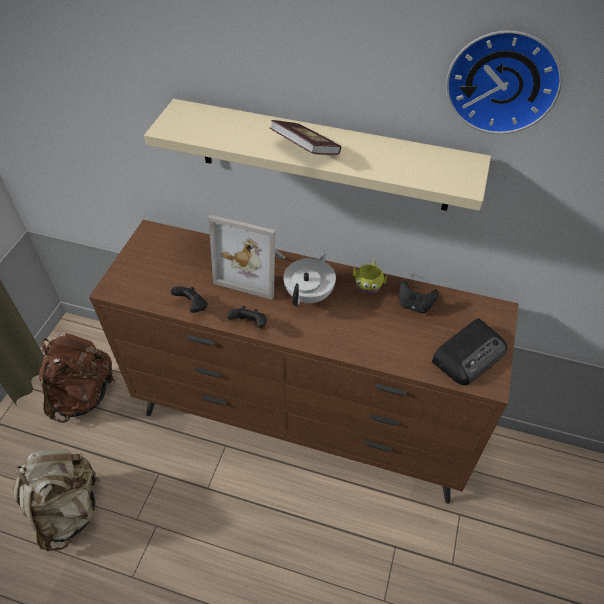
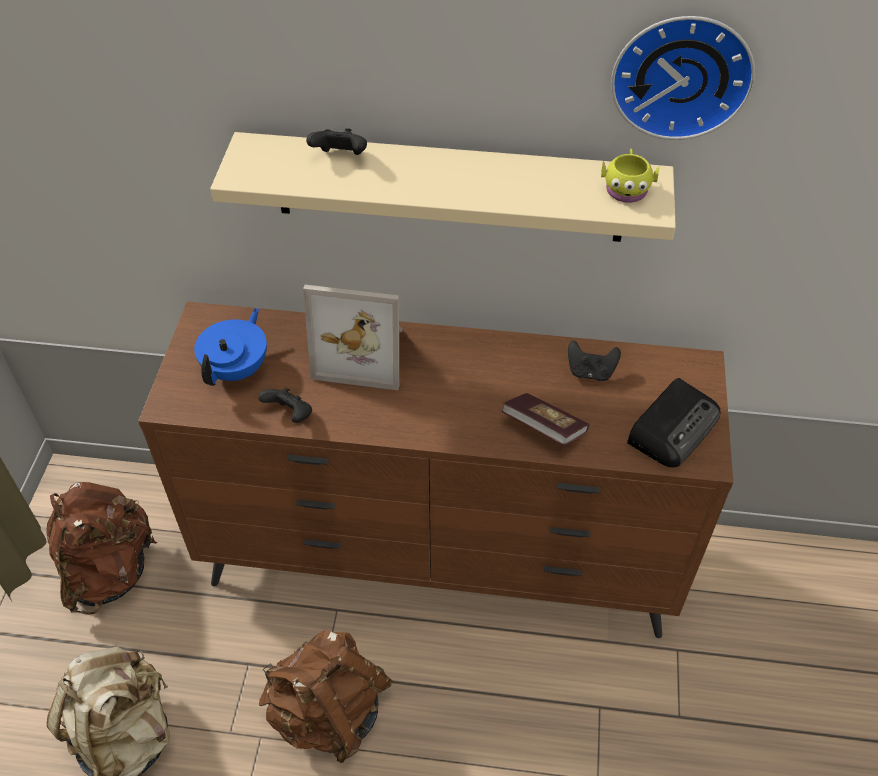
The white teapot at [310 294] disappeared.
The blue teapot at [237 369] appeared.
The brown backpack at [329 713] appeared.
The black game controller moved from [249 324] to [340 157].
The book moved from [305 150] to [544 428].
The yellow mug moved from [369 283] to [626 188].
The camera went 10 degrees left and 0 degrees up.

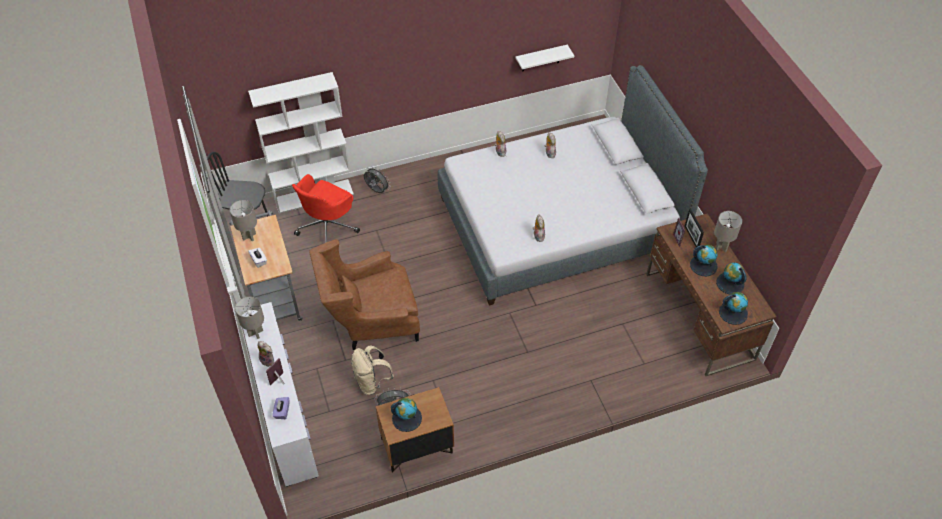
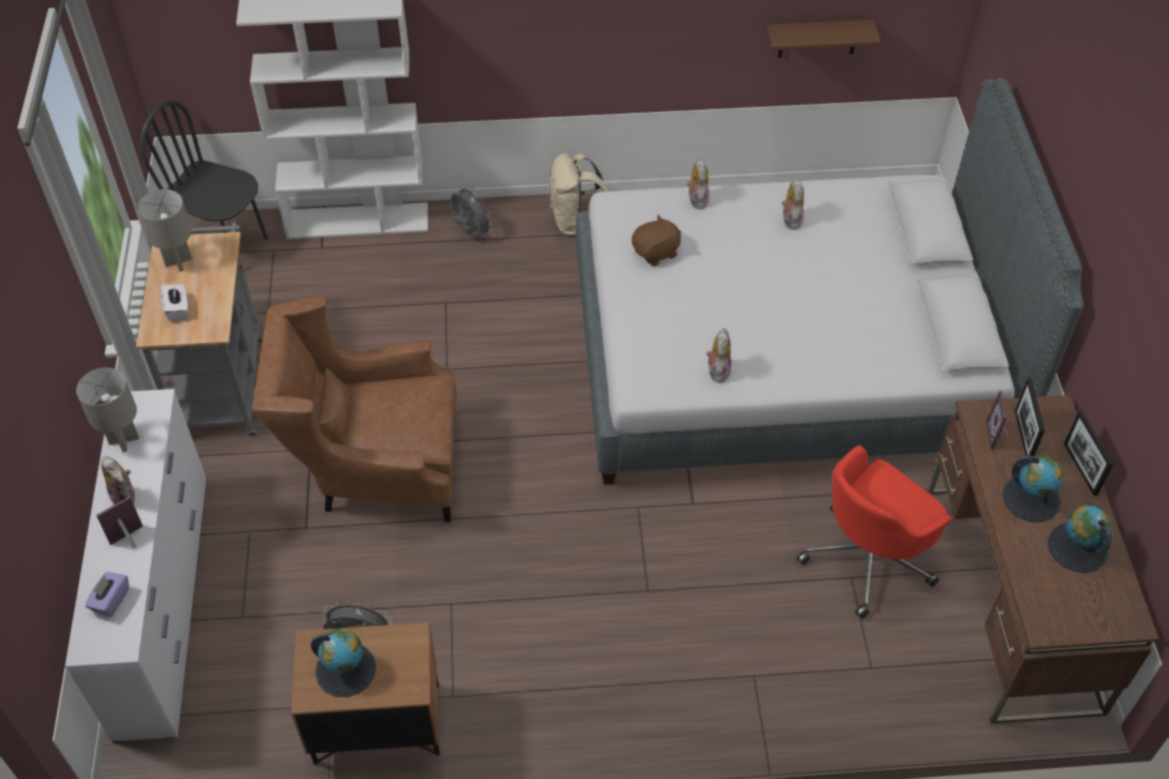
The globe at [733 313] disappeared.
The brown plush toy at [656 252] appeared.
The red office chair moved from [328 227] to [868 558].
The beige backpack moved from [372 382] to [576 221].
The grey table lamp at [721 247] was replaced by the picture frame at [1080 469].
The white shelf at [541 58] became the brown shelf at [817 38].
The camera went 15 degrees right and 0 degrees up.

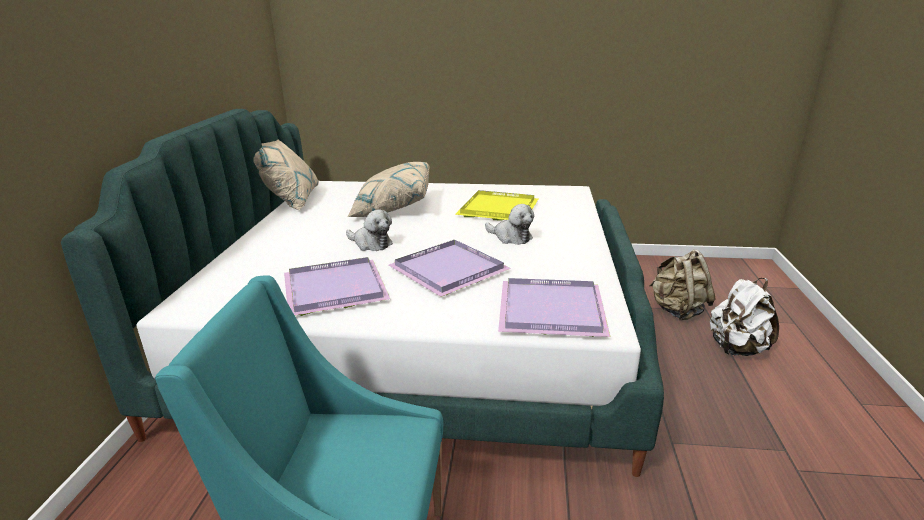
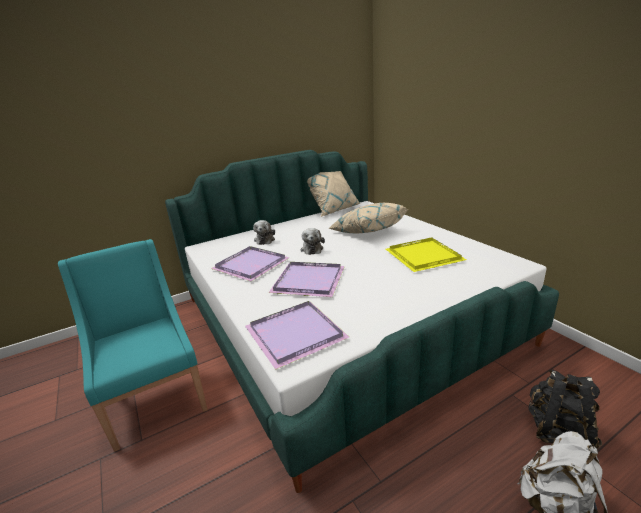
The plush toy moved from [511 237] to [265 239].
The beige backpack at [677 310] became the black backpack at [558 430].
The camera went 55 degrees right and 0 degrees up.

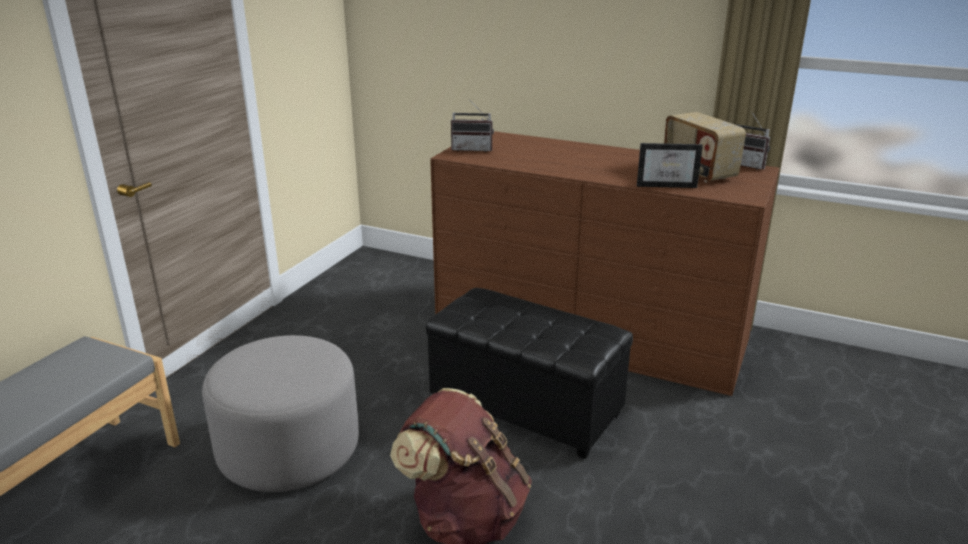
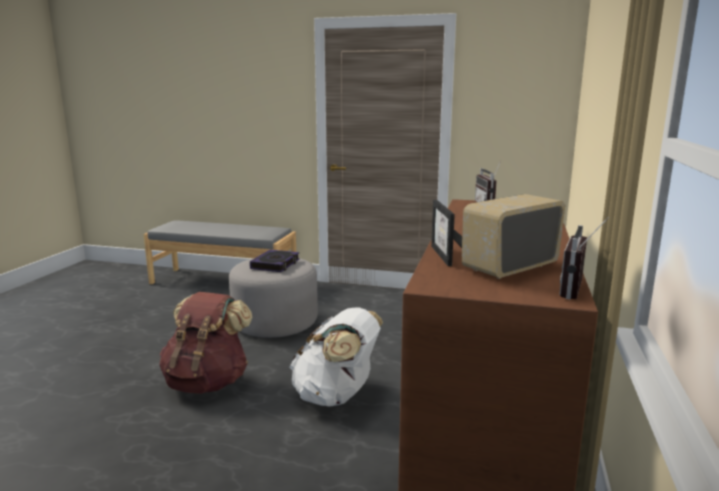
The book at [275 264] appeared.
The black ottoman at [526 408] was replaced by the white backpack at [336 396].
The camera went 80 degrees right and 10 degrees down.

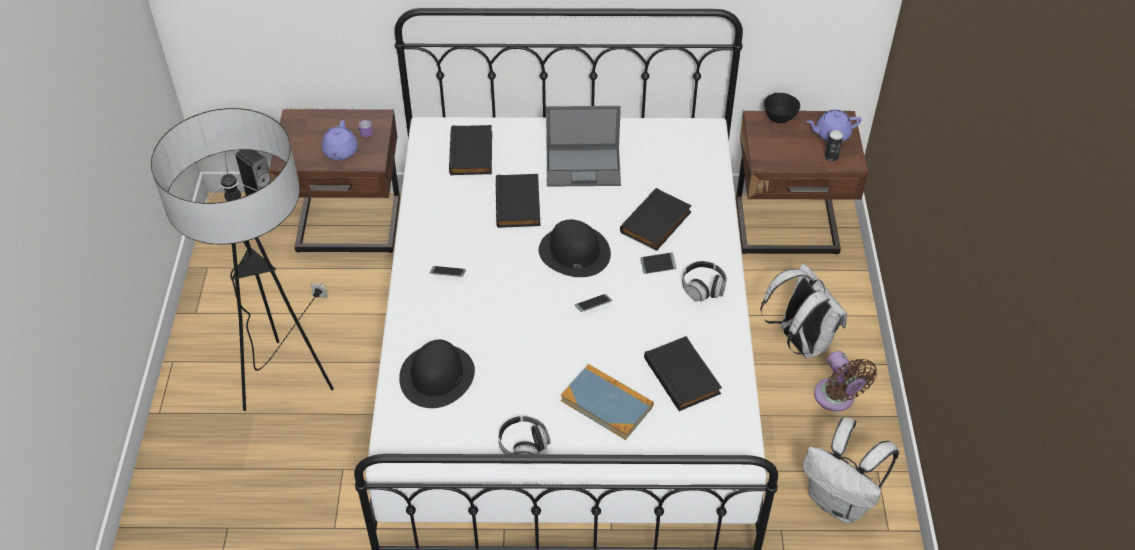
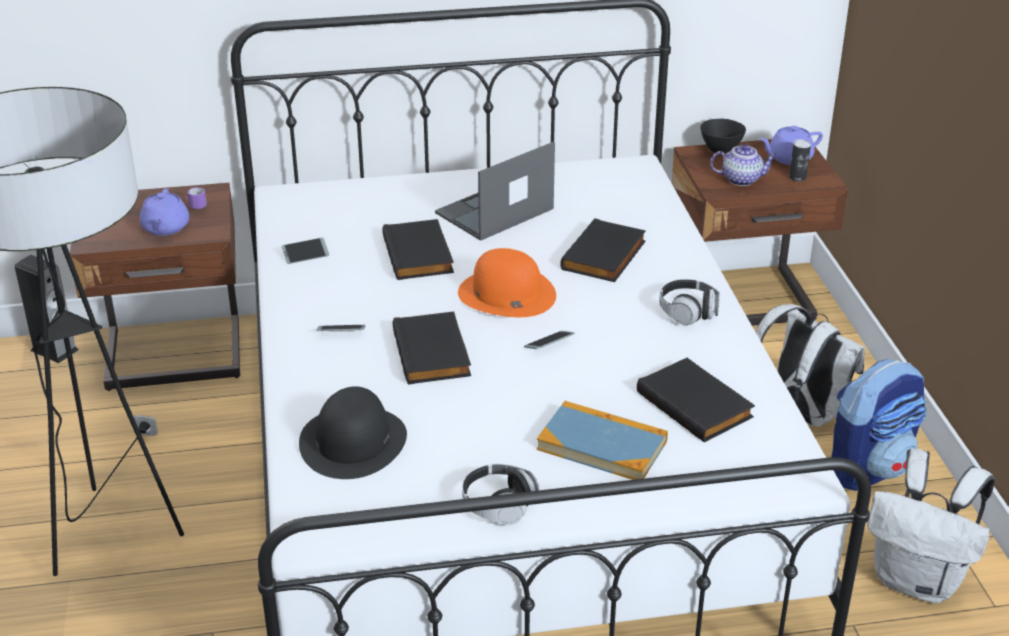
The teapot at [742 179] appeared.
The black book moved from [473 153] to [434 353].
The phone moved from [658 265] to [305 255].
The brown fan at [836 399] was replaced by the backpack at [869 468].
The black hat at [574 252] became the orange hat at [506 294].
The laptop at [584 166] turned 150 degrees clockwise.
The camera went 10 degrees left and 15 degrees down.

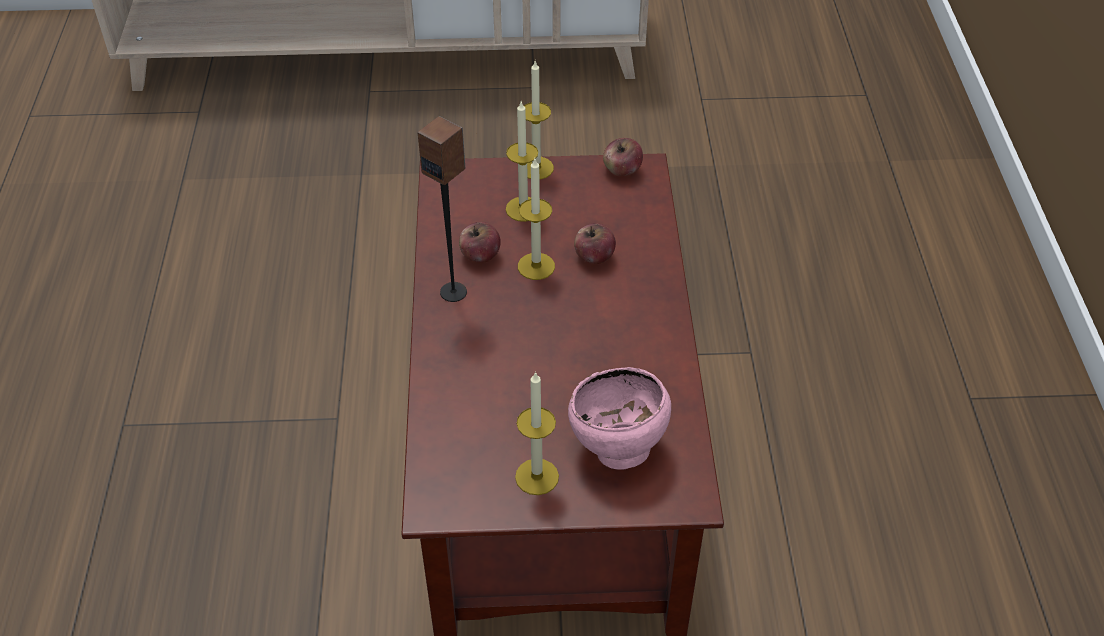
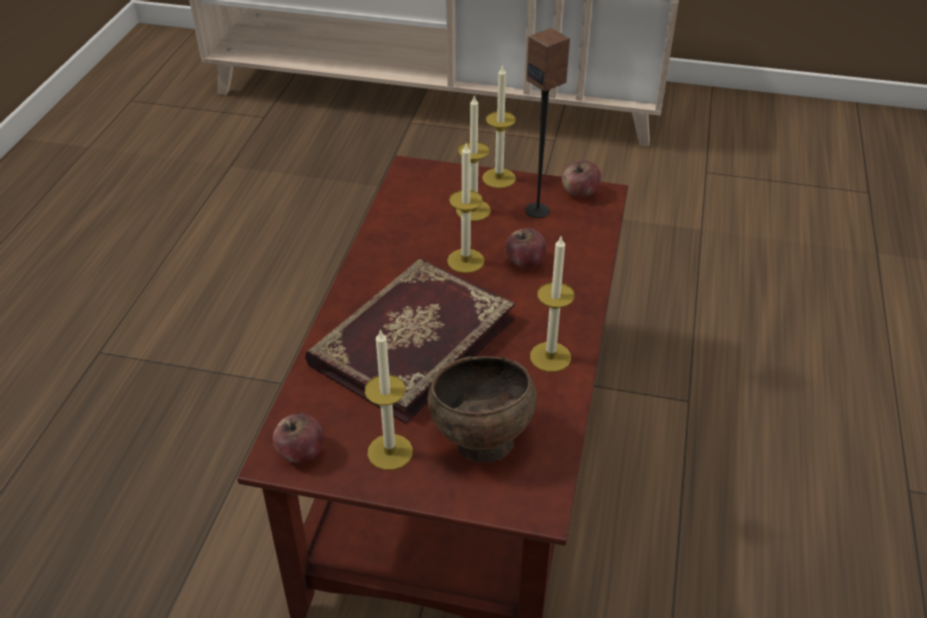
The book at [410 340] appeared.
The candle at [550 357] appeared.
The speaker moved from [454 292] to [538 210].
The apple moved from [480 255] to [300 452].
The pink bowl at [616 449] became the brown bowl at [480 443].
The camera went 15 degrees right and 5 degrees down.

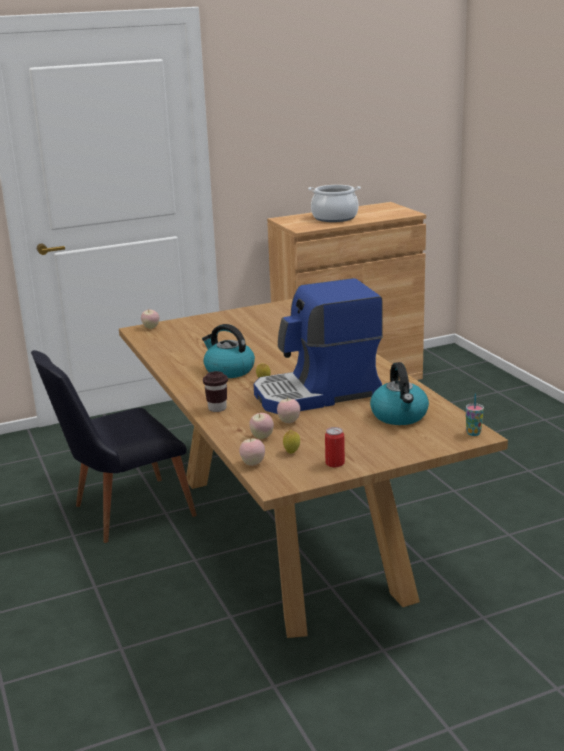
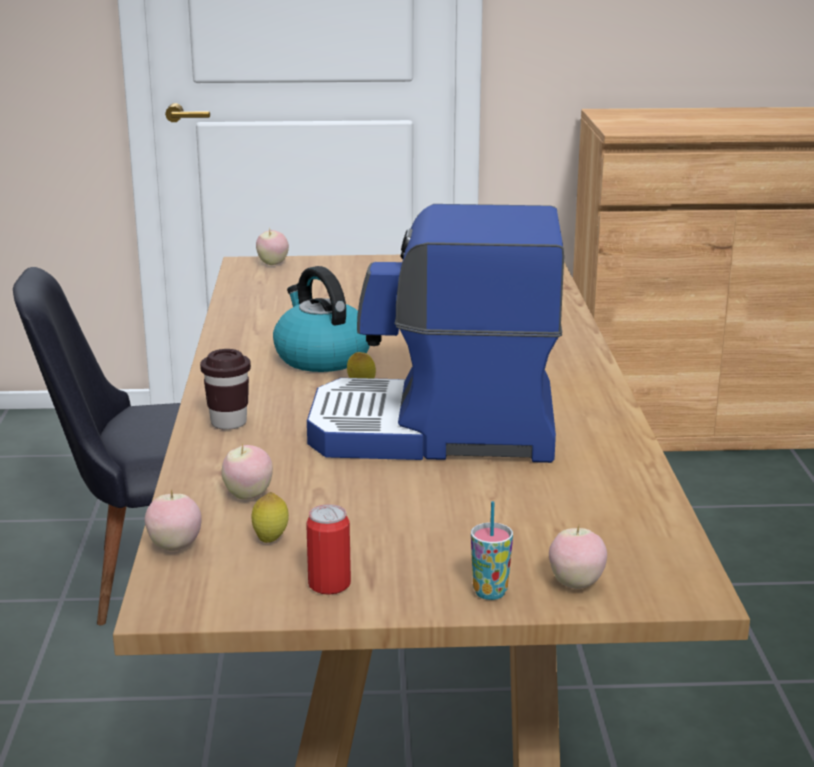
The cooking pot at [334 218] disappeared.
The kettle at [400 416] disappeared.
The apple moved from [289 422] to [576 584].
The cup moved from [473 433] to [490 592].
The camera went 20 degrees right and 0 degrees up.

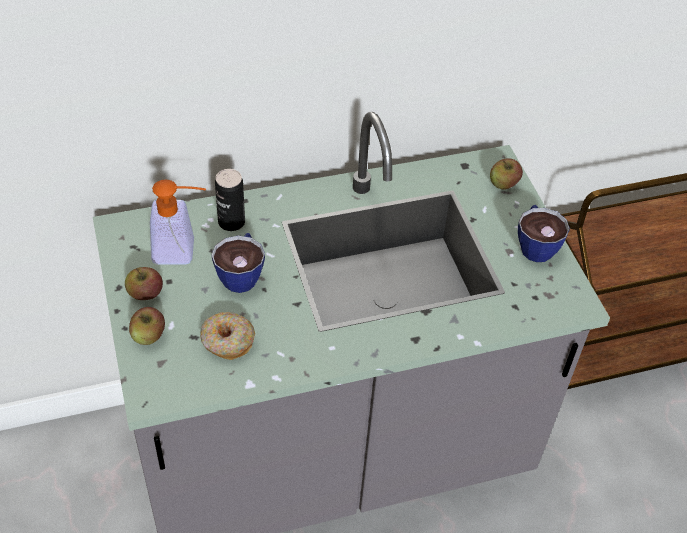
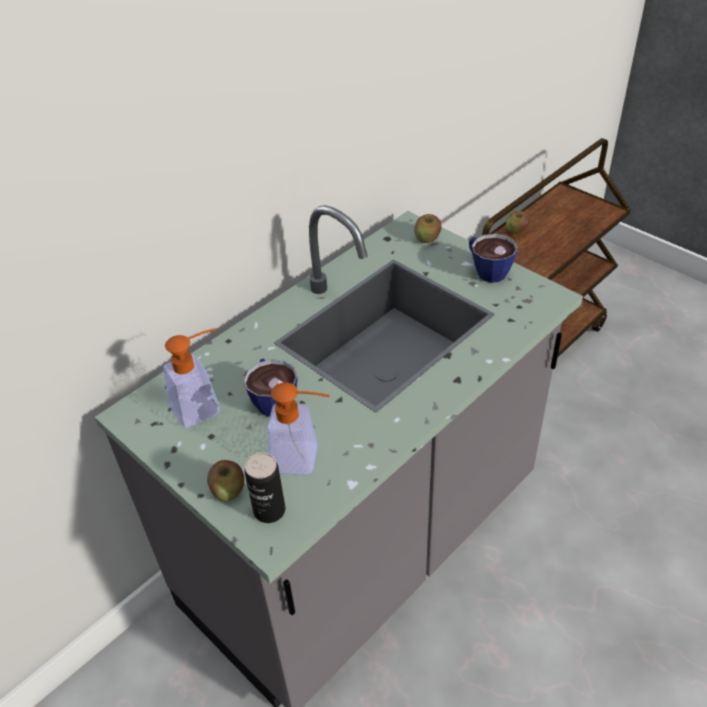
The apple moved from [145 294] to [516 230].
The can moved from [231 222] to [269 510].
The donut at [227 341] was replaced by the soap dispenser at [304 459].
The camera went 25 degrees left and 5 degrees down.

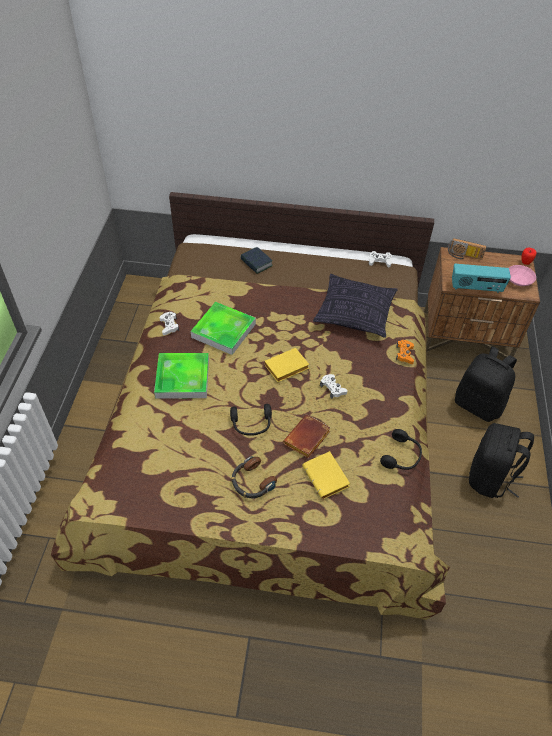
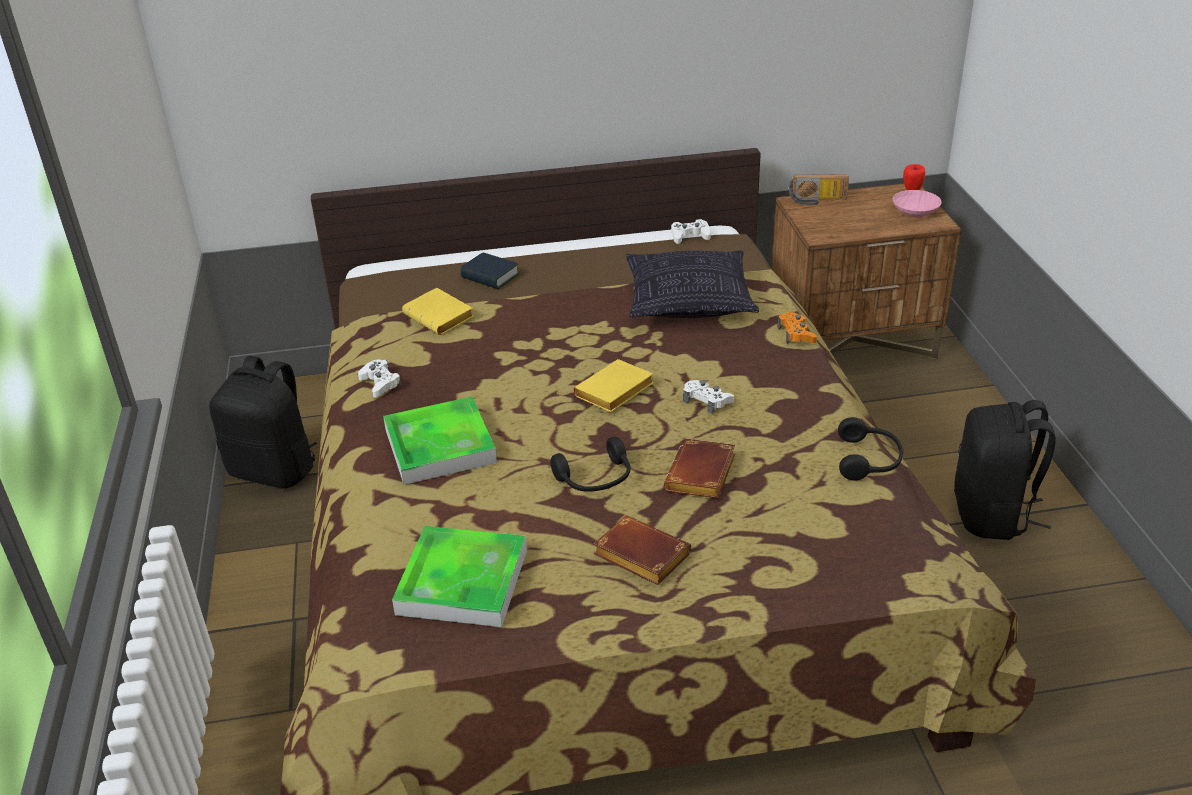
The radio at [476 288] disappeared.
The tray moved from [223 330] to [462 582].
The yellow book moved from [327 478] to [441 317].
The black backpack moved from [478 404] to [275 470].
The headphones at [252 482] was replaced by the brown book at [638 556].
The camera went 15 degrees left and 15 degrees down.

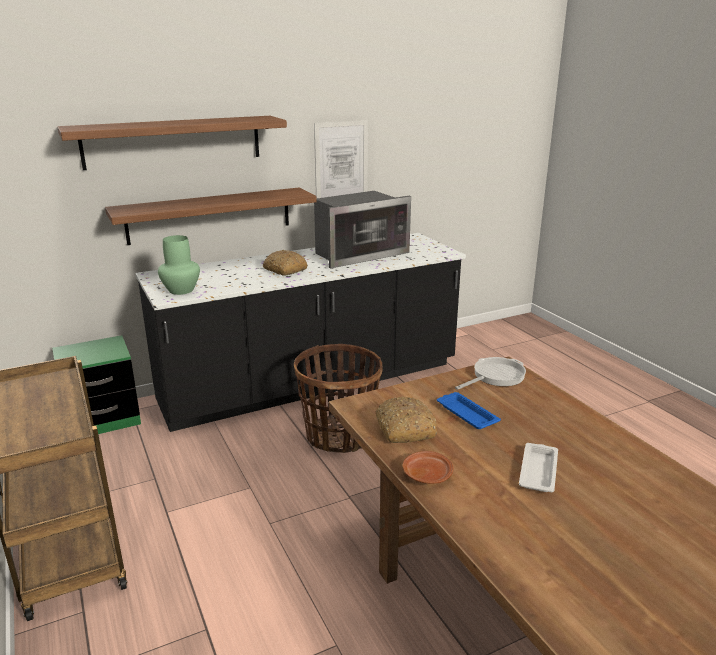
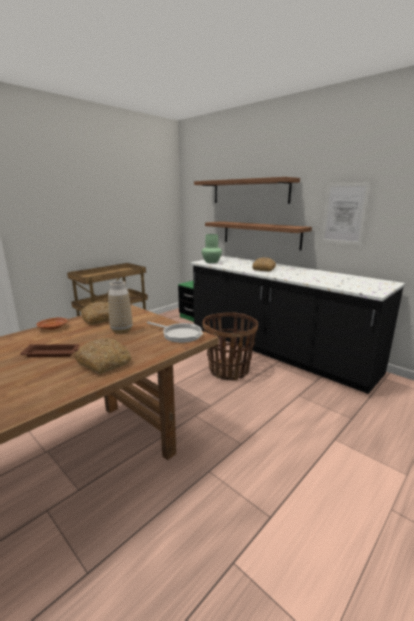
The microwave at [358 254] disappeared.
The bread at [104 362] appeared.
The blue tray at [466 414] was replaced by the vase at [121 330].
The white tray at [538 471] became the brown tray at [52 353].
The camera went 70 degrees right and 5 degrees down.

